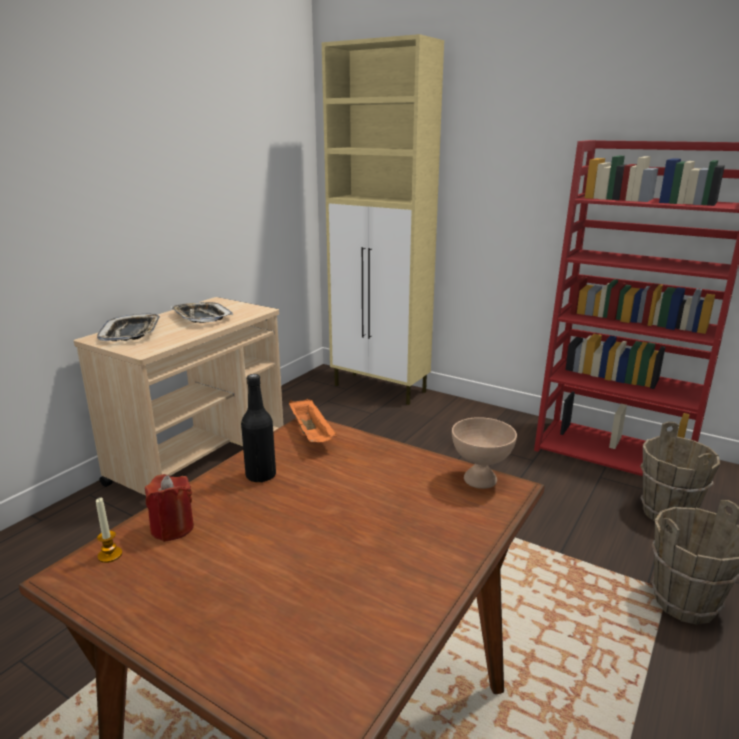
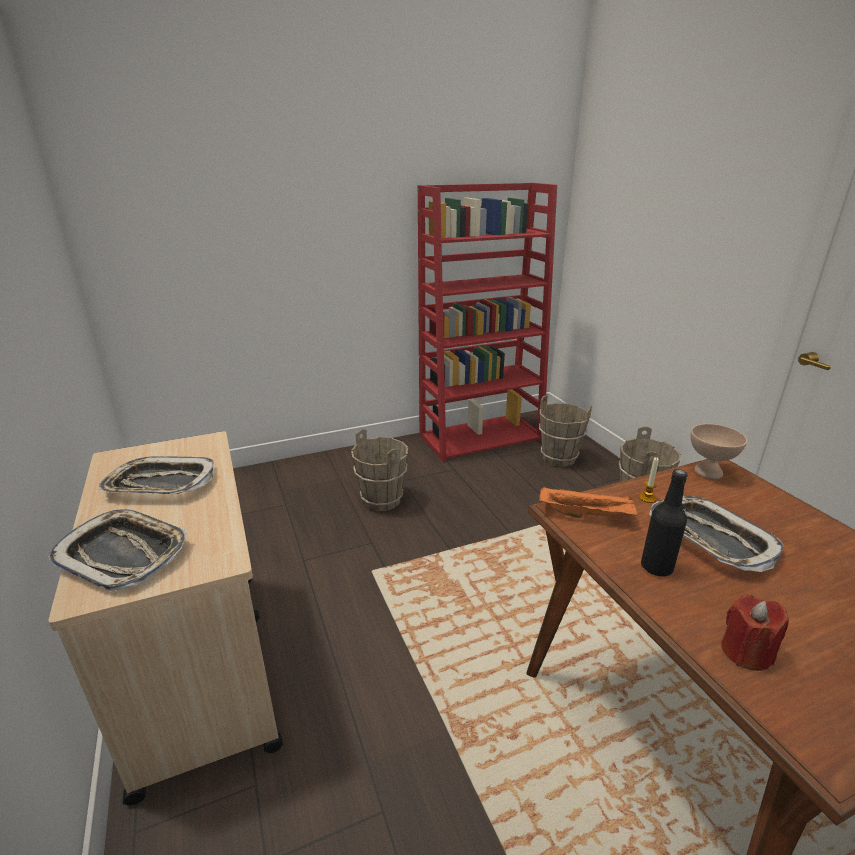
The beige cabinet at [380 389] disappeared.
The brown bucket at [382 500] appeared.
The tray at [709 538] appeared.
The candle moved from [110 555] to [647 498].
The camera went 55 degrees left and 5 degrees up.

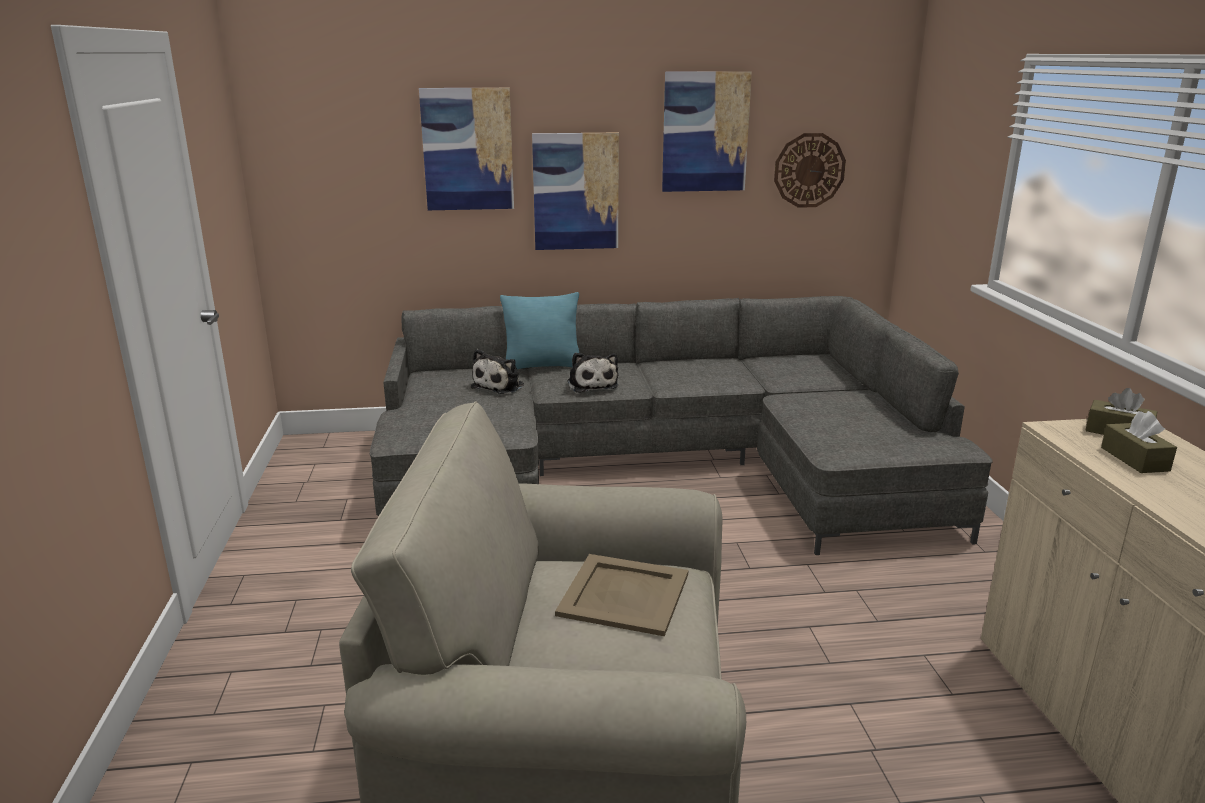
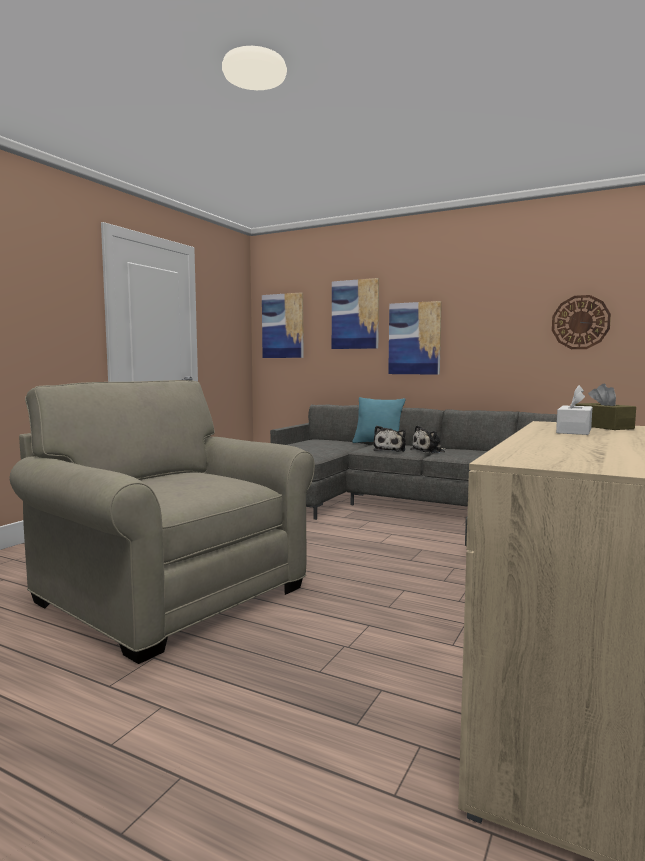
The beige tray at [624 595] disappeared.
The plush toy moved from [500 386] to [429 451].
The picture moved from [705 132] to [283 326].
The brown tissue box at [1134 459] became the white tissue box at [574 431].
The camera went 35 degrees right and 15 degrees down.

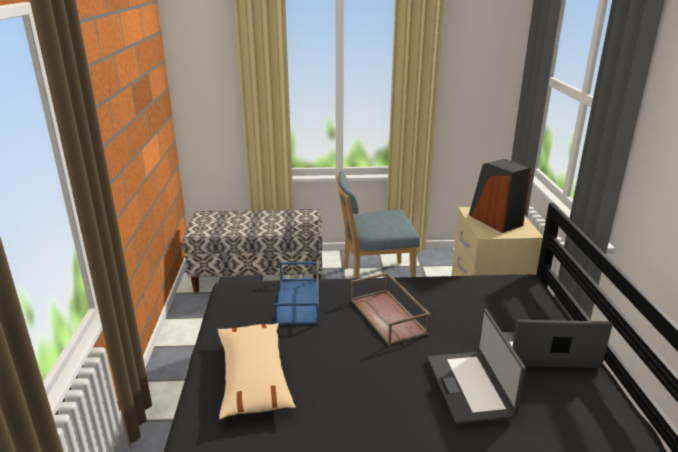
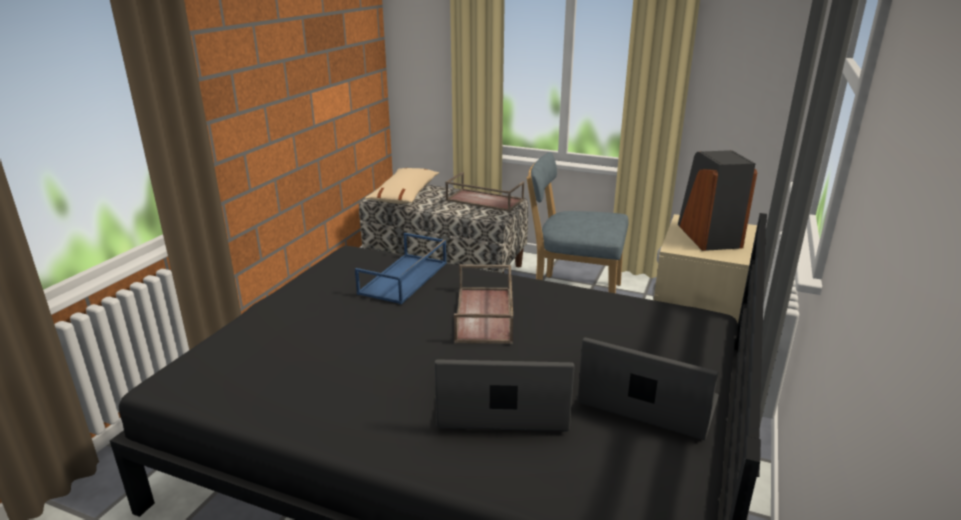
The brown tray at [483 200] appeared.
The beige pillow moved from [253 377] to [405 195].
The laptop at [470 386] turned 75 degrees clockwise.
The camera went 25 degrees right and 0 degrees up.

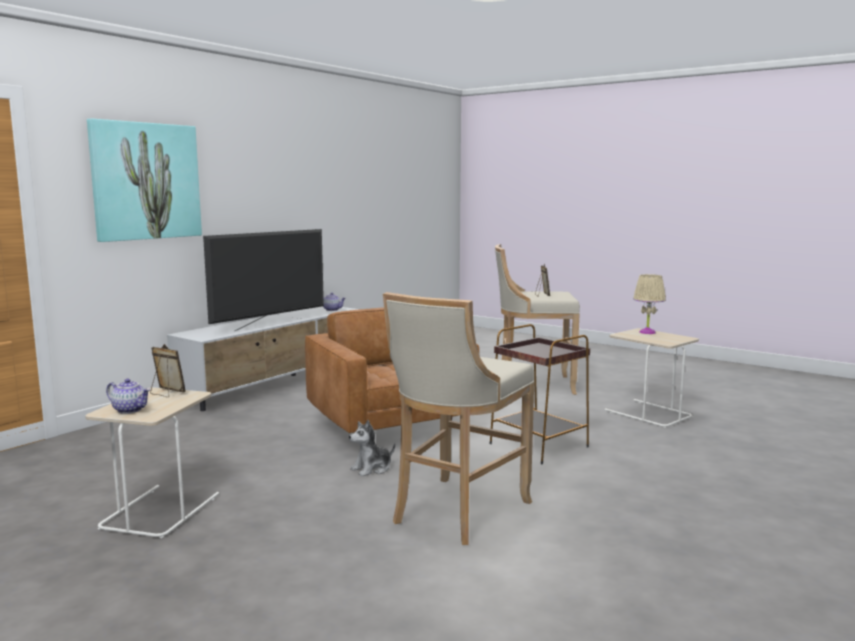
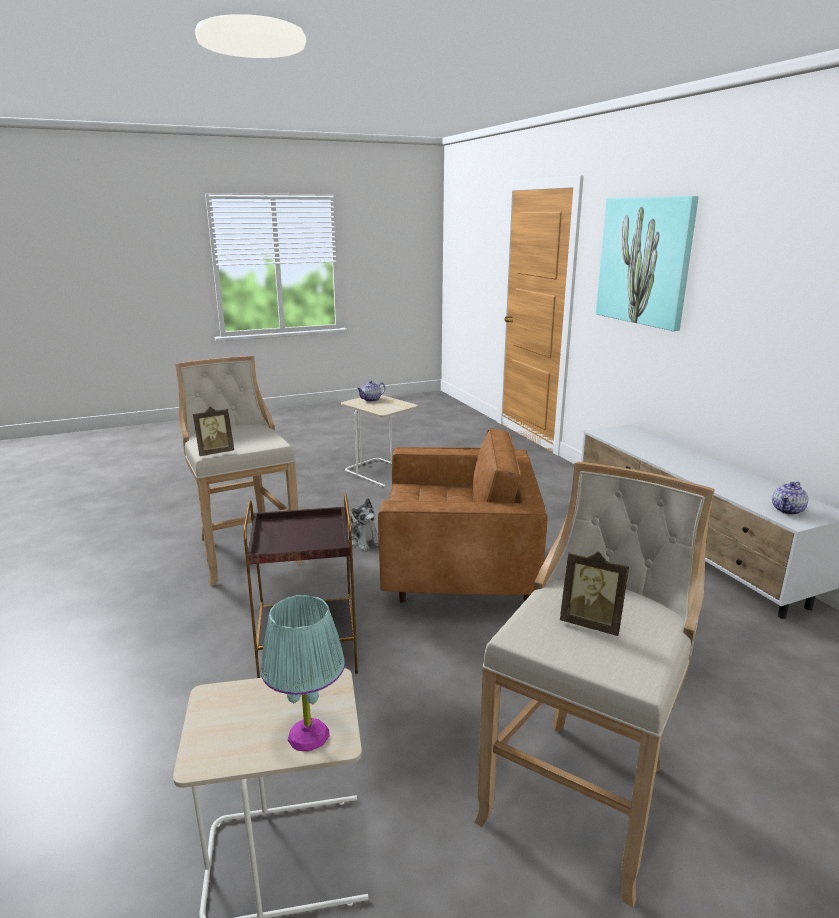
The television at [269 325] disappeared.
The picture frame moved from [166 393] to [215 452].
The beige table lamp at [647 332] became the turquoise table lamp at [308 735].
The plush toy at [372 469] turned 150 degrees clockwise.
The camera went 120 degrees right and 10 degrees up.

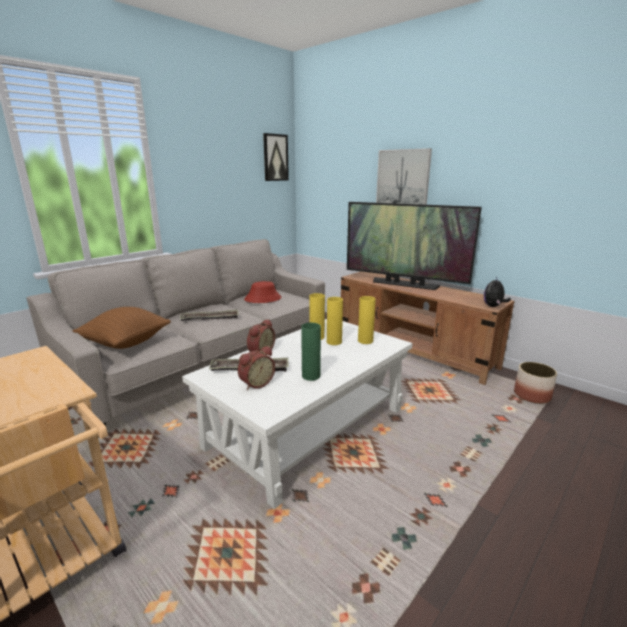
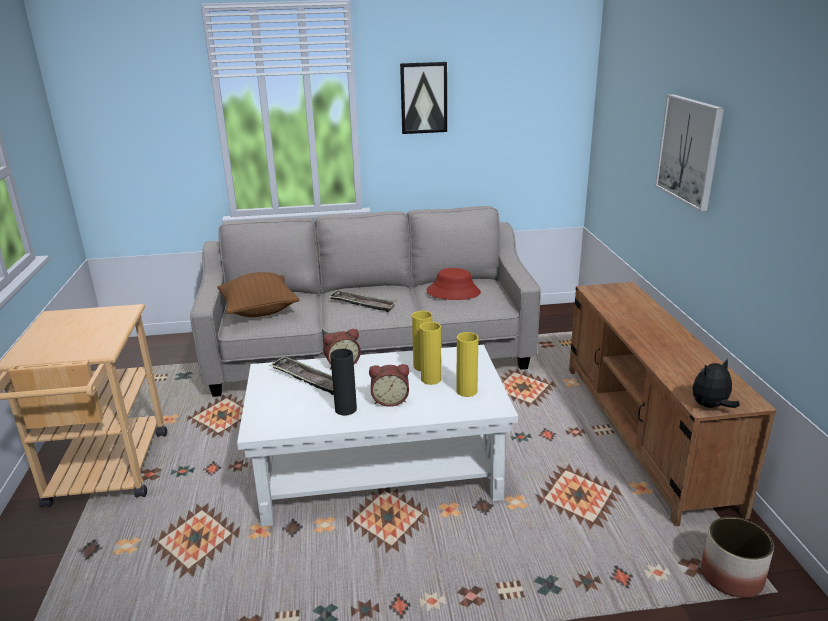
The television at [404 284] disappeared.
The alarm clock moved from [256 383] to [390 400].
The picture moved from [275 157] to [423 98].
The green vase at [311 376] became the black vase at [345 409].
The camera went 40 degrees right and 5 degrees up.

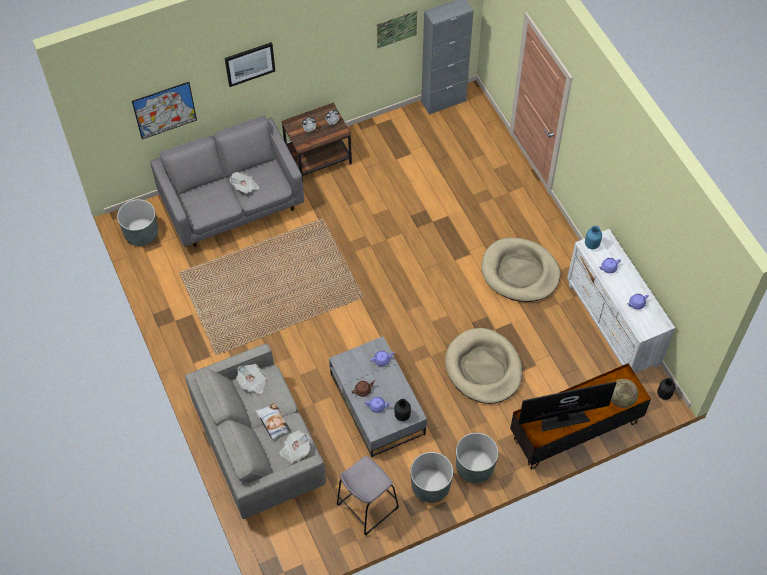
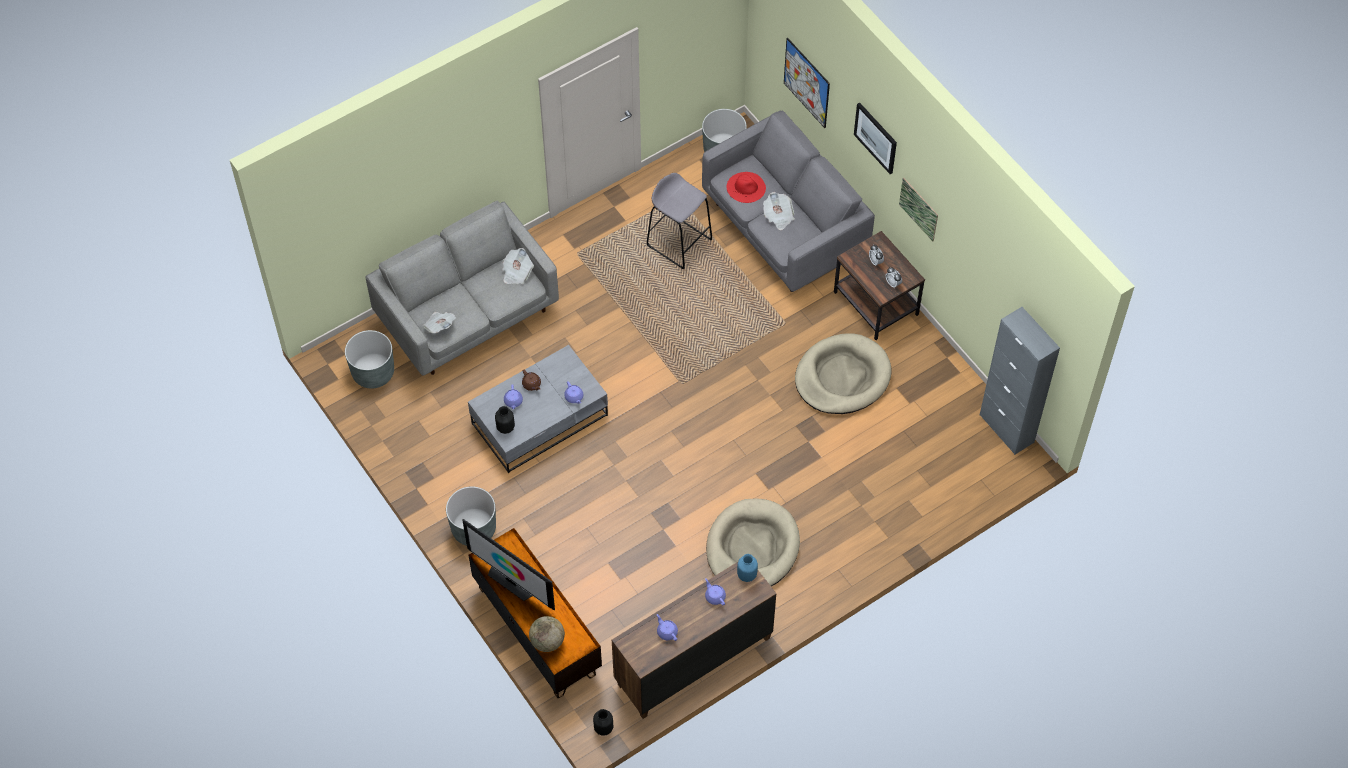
The pillow at [273 422] disappeared.
The red hat at [746 187] appeared.
The grey stool moved from [367 506] to [679 242].
The picture moved from [396 29] to [918 209].
The grey planter moved from [430 486] to [373 372].
The beige dog bed moved from [483 368] to [842 377].
The white dresser at [612 326] became the brown dresser at [693 661].
The television at [563 419] turned 150 degrees clockwise.
The camera went 80 degrees right and 0 degrees up.

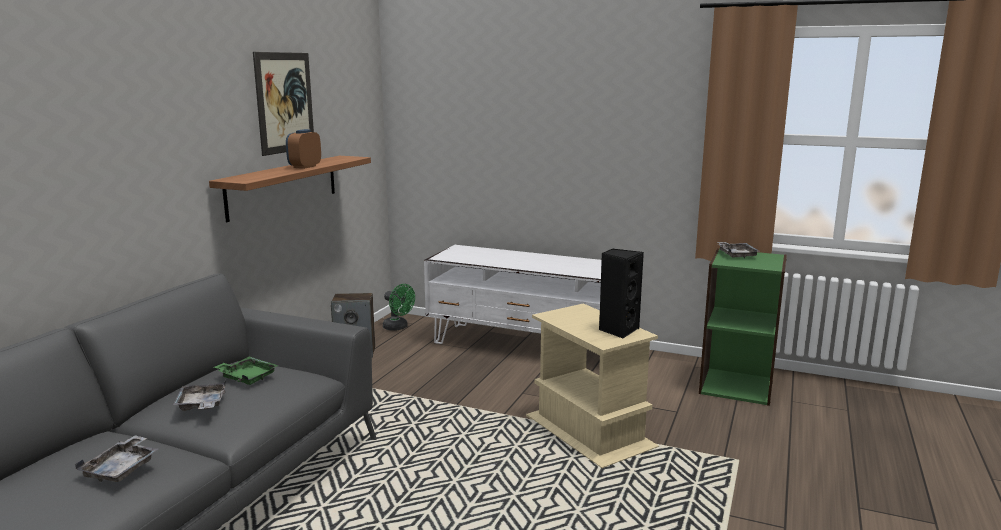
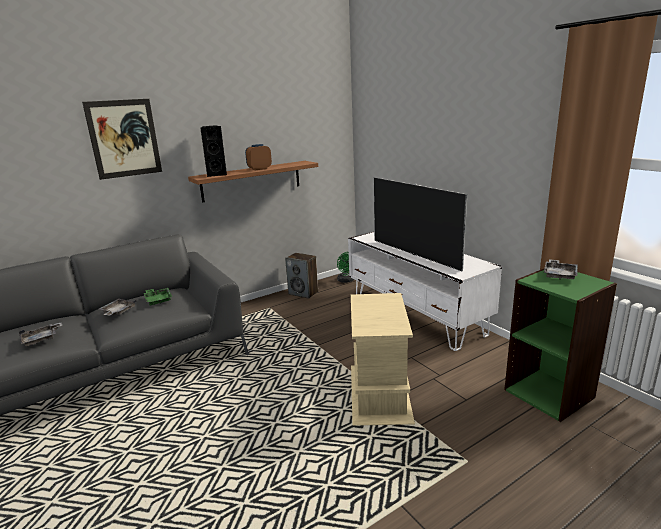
The television at [414 254] appeared.
The picture moved from [285 102] to [124 138].
The black speaker moved from [618 330] to [216 174].
The camera went 35 degrees right and 5 degrees up.

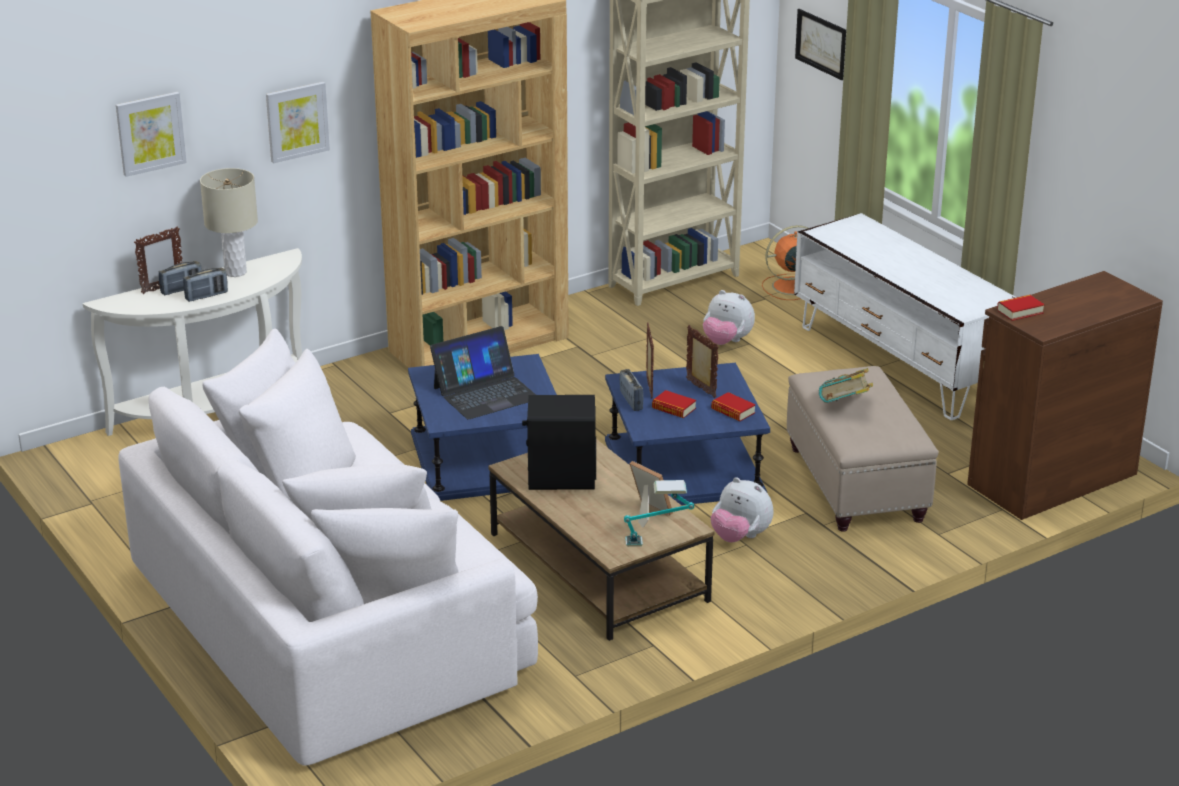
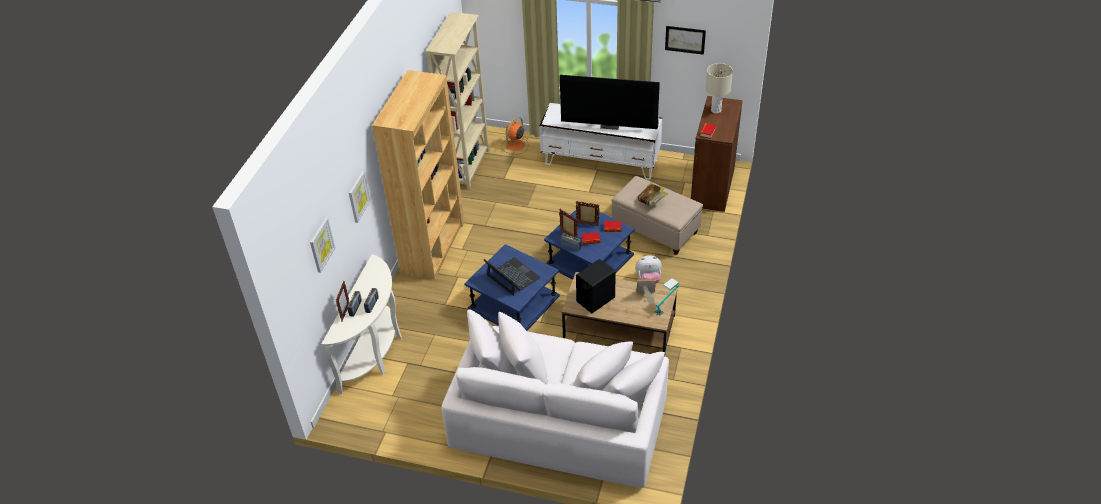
The plush toy at [727 342] disappeared.
The television at [610 125] appeared.
The beige table lamp moved from [235 272] to [716 110].
The picture moved from [821 44] to [685 39].
The laptop at [485 393] turned 60 degrees counterclockwise.
The camera went 40 degrees left and 15 degrees up.

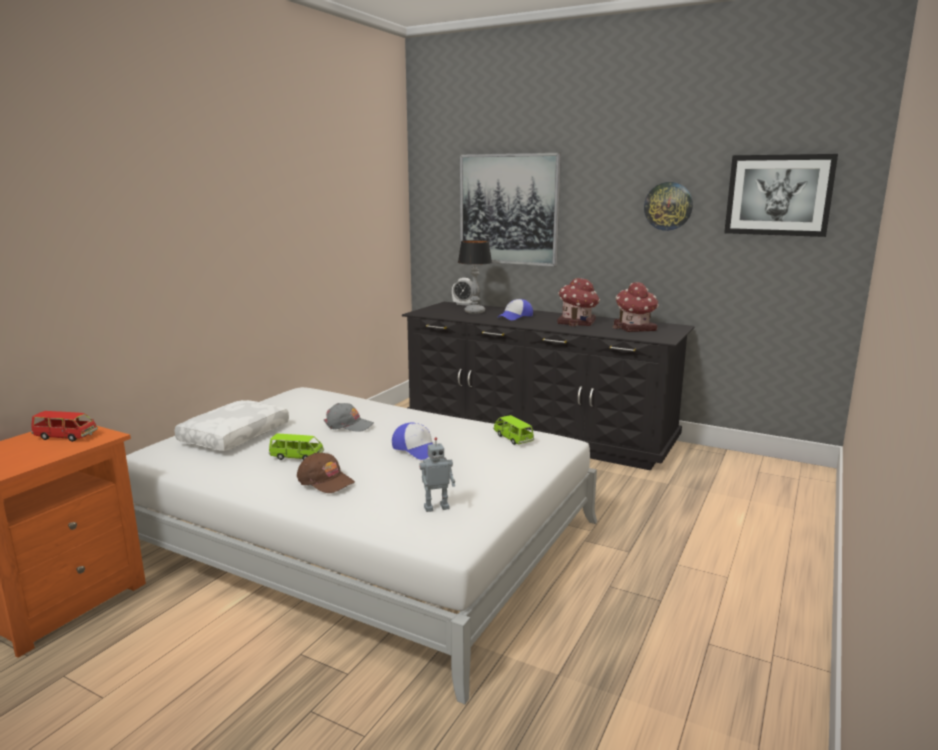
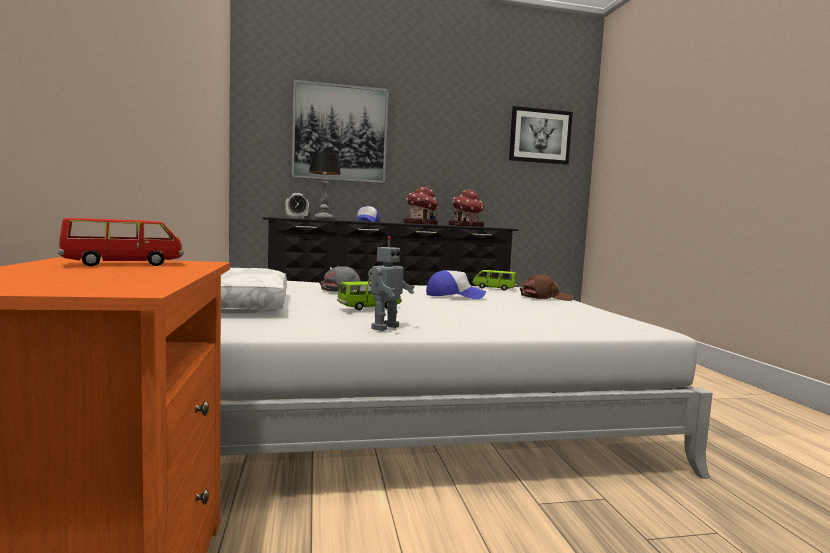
The wall clock at [668 206] disappeared.
The brown cap moved from [325 481] to [545 298].
The toy robot moved from [436 507] to [384 327].
The camera went 40 degrees left and 10 degrees down.

